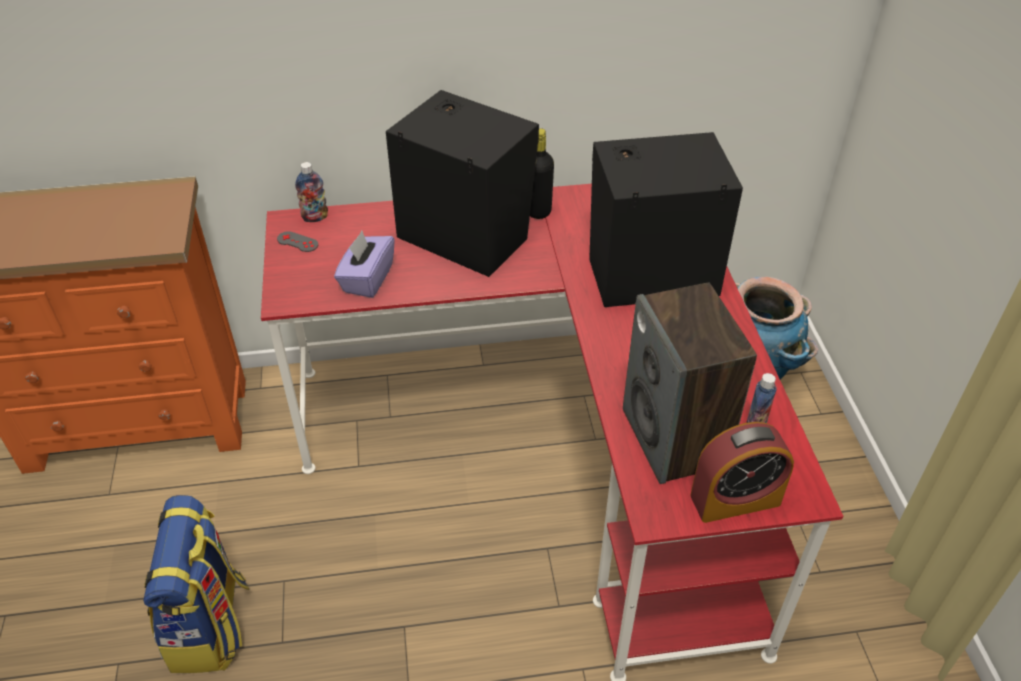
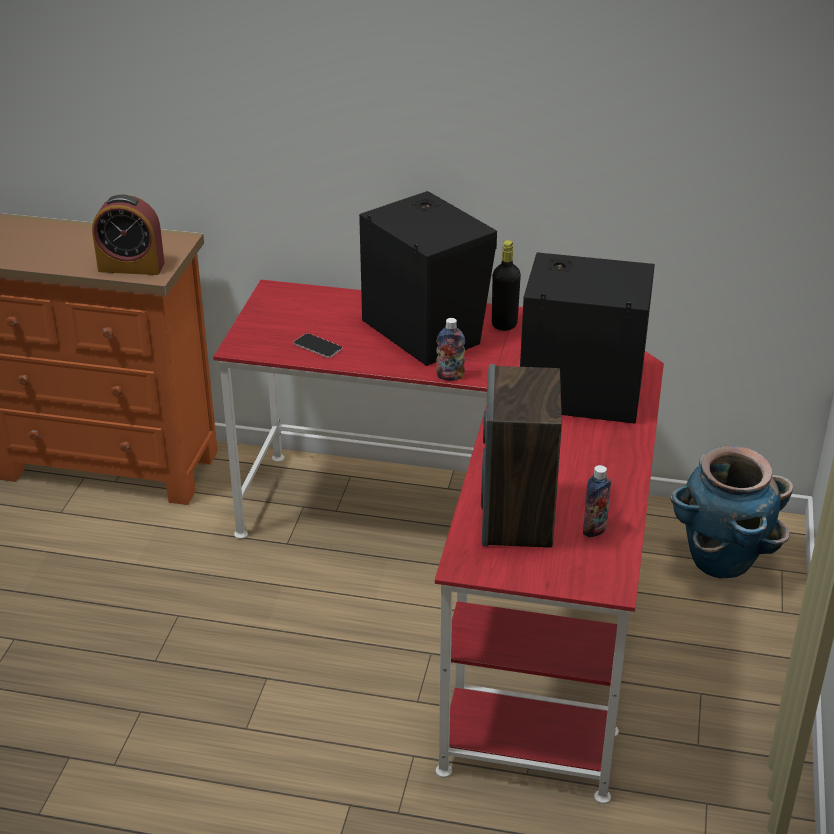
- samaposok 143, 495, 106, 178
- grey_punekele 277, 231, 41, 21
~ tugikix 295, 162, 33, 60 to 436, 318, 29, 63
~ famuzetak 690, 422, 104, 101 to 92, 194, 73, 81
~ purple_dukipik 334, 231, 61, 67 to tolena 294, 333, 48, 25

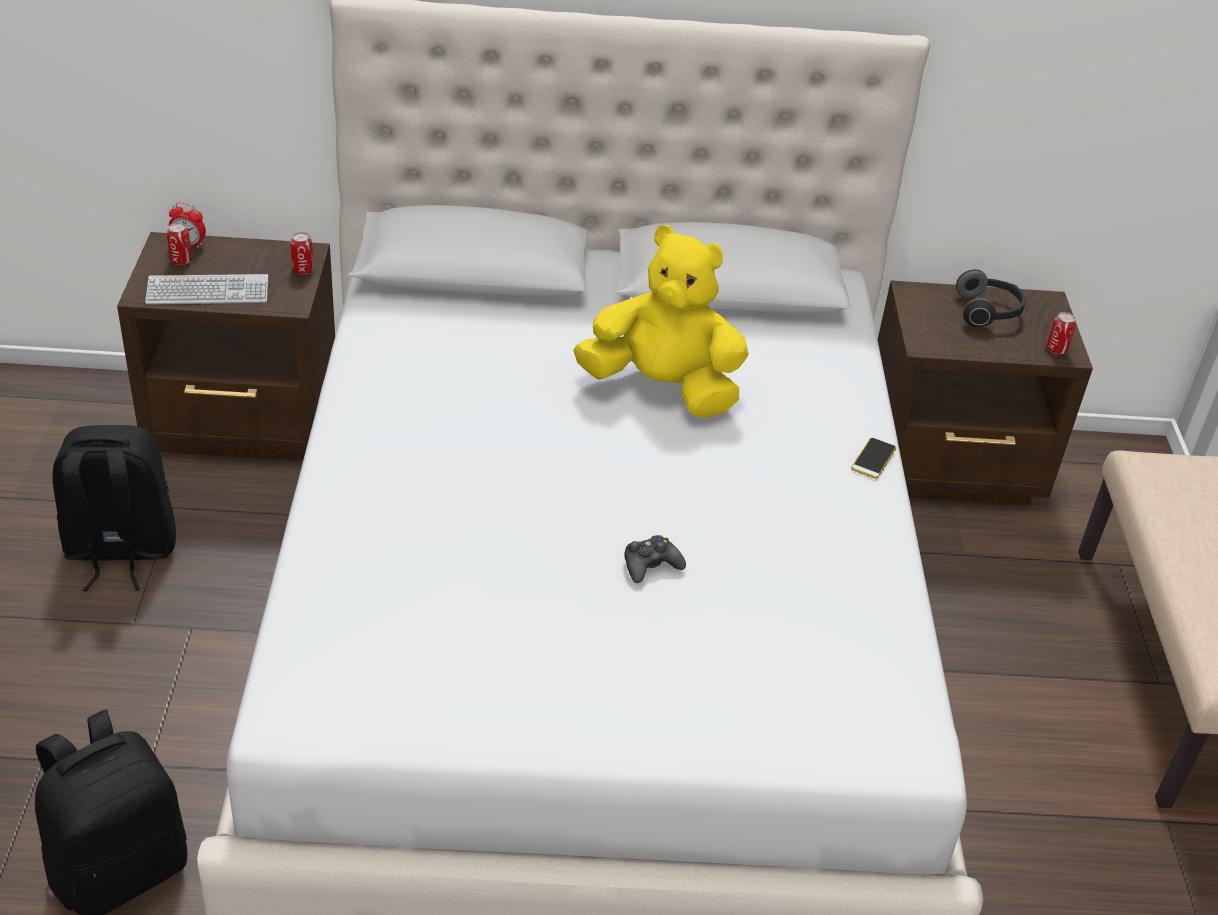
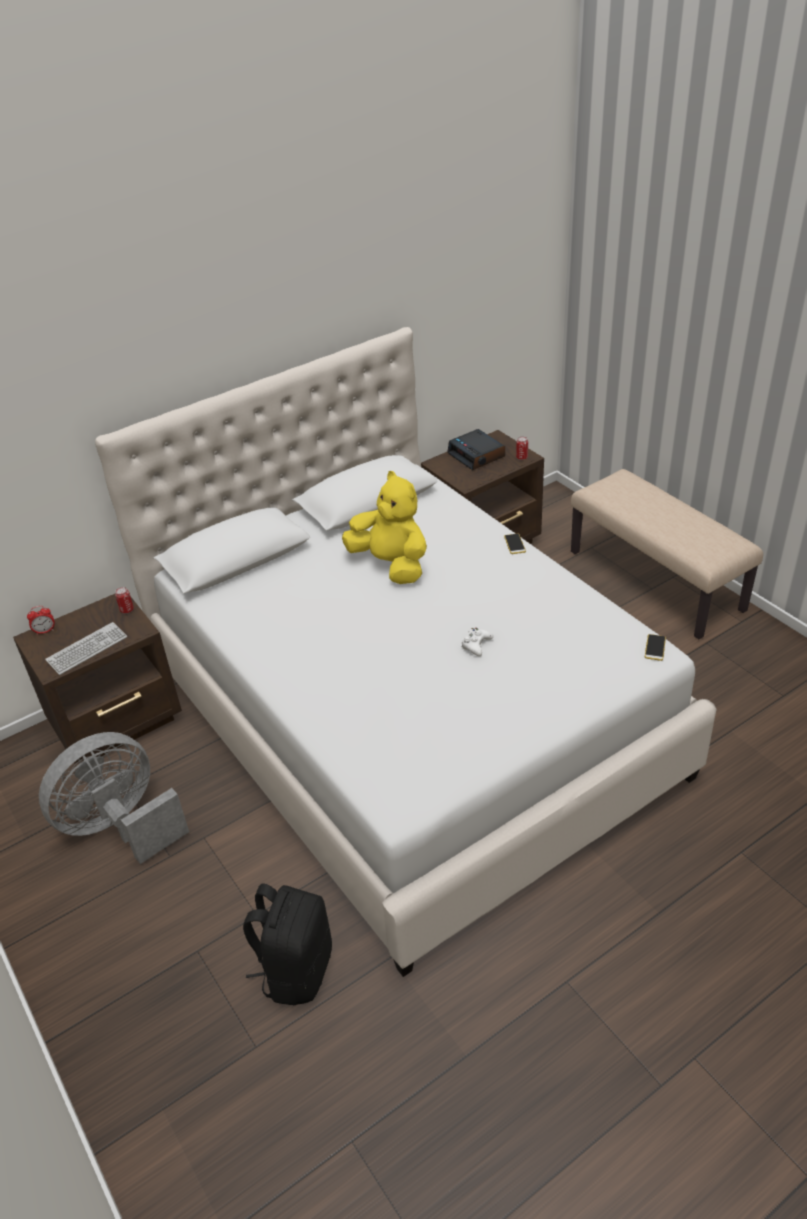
- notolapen 167, 223, 25, 42
+ tolena 645, 634, 21, 27
~ black_samaposok 52, 425, 124, 167 to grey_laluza 39, 732, 150, 132
~ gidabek 956, 269, 70, 58 to famuzetak 447, 429, 58, 41
~ black_punekele 624, 535, 62, 48 to white_punekele 461, 628, 32, 28
~ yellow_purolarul 573, 225, 176, 193 = 342, 471, 85, 113 60 degrees clockwise

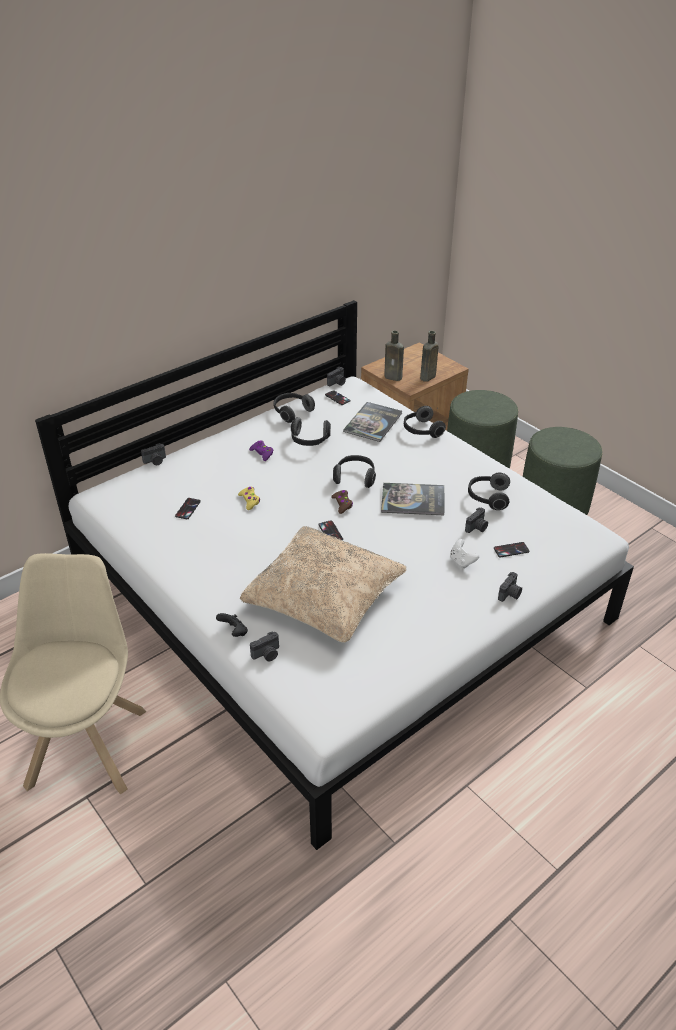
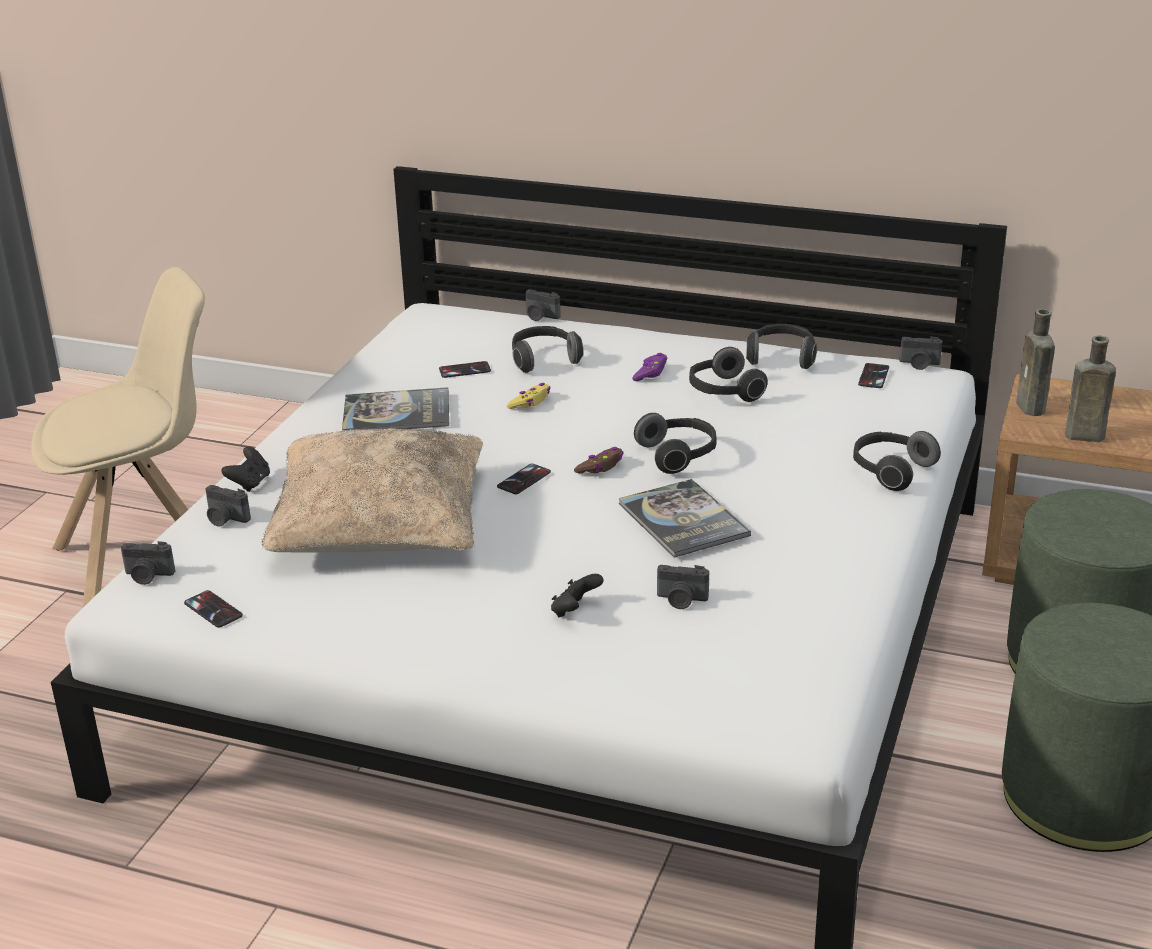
~ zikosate 343, 402, 59, 40 to 342, 387, 107, 44
~ gidabek 468, 473, 42, 37 to 512, 326, 71, 47
~ tolena 494, 542, 35, 15 to 184, 590, 59, 38
~ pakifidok 498, 572, 24, 30 to 121, 541, 54, 44
~ white_punekele 450, 539, 29, 30 to black_punekele 551, 574, 53, 43

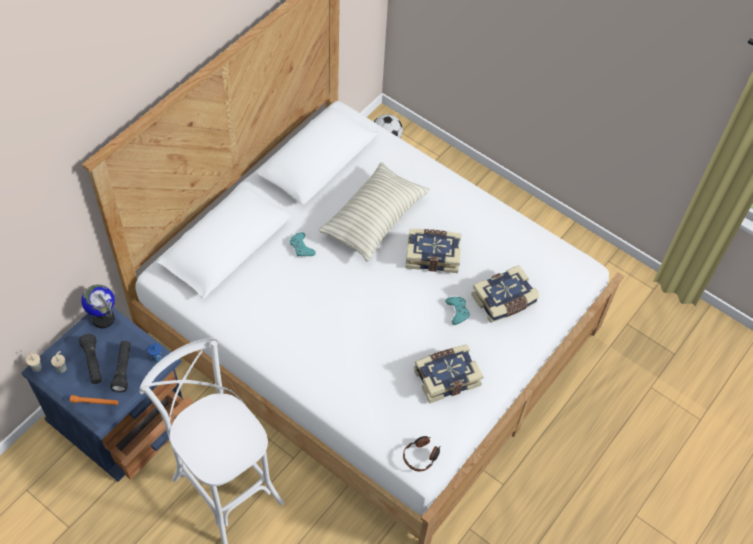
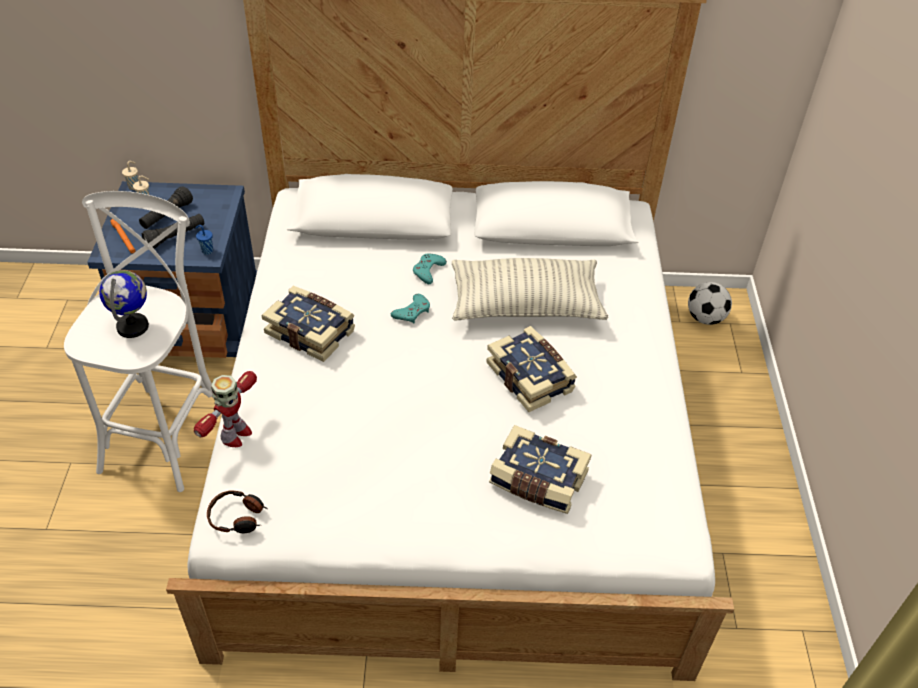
+ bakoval 194, 371, 63, 76
~ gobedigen 81, 284, 34, 44 to 99, 270, 50, 68
~ zikosate 414, 345, 69, 59 to 261, 286, 94, 76
~ turquoise_punekele 445, 297, 25, 28 to 391, 294, 39, 29

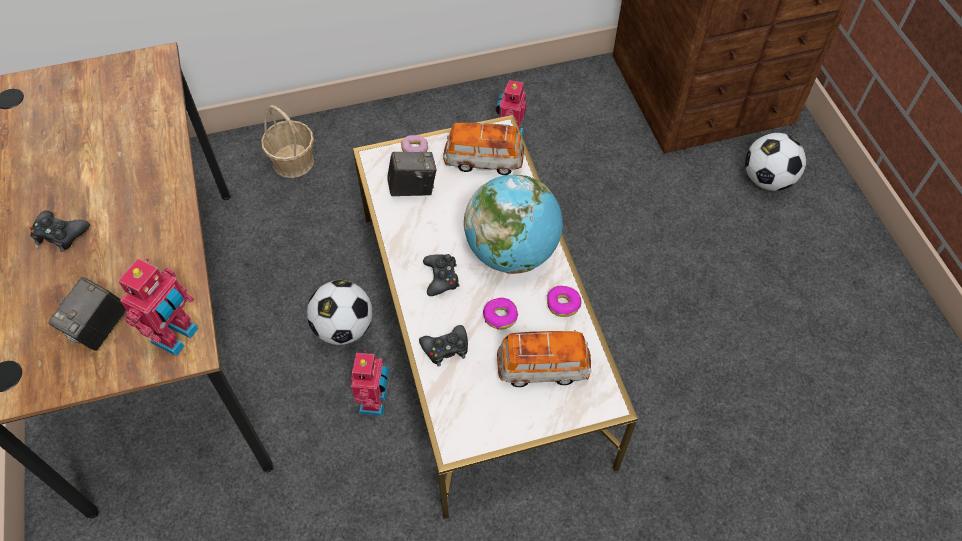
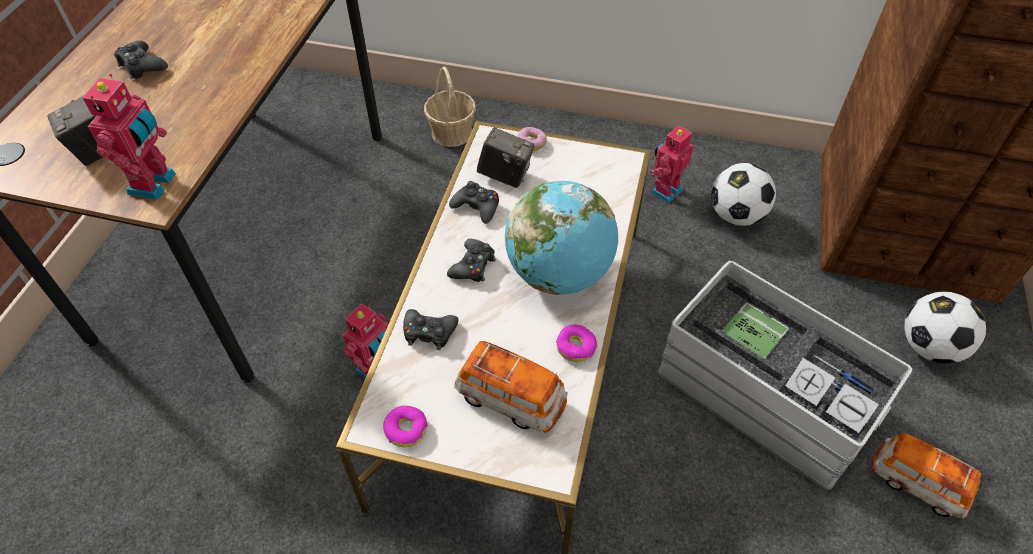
+ black_punekele 449, 181, 50, 43
+ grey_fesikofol 658, 261, 254, 229
~ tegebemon 307, 280, 65, 65 to 711, 163, 65, 63
~ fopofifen 443, 123, 81, 52 to 872, 433, 109, 86
~ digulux 483, 298, 35, 31 to 383, 406, 45, 41
~ bakoval 118, 259, 81, 97 = 82, 74, 94, 126 45 degrees counterclockwise

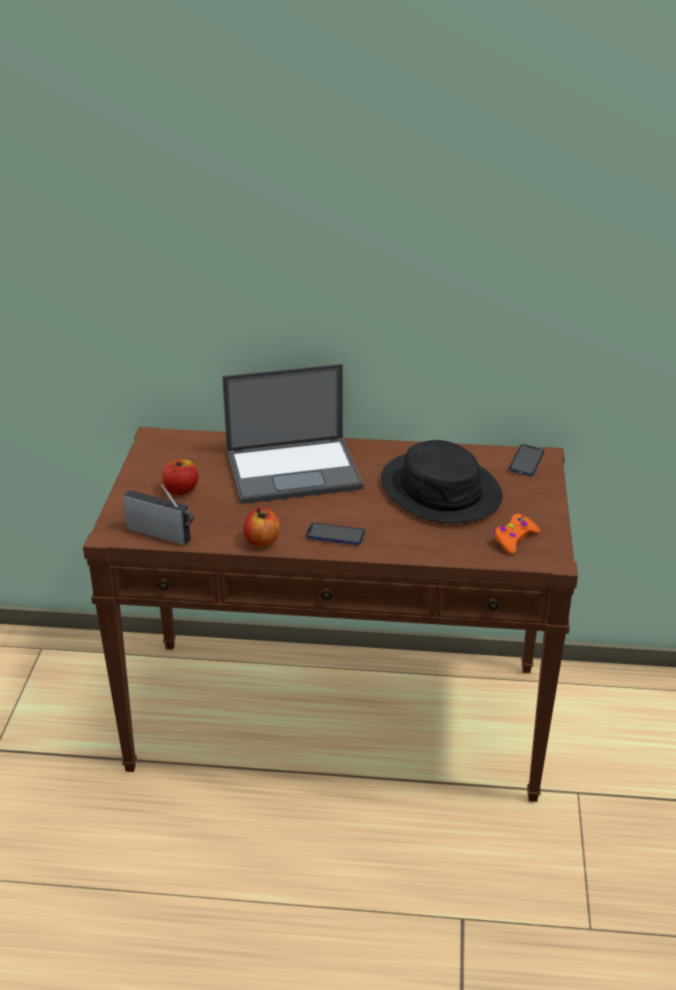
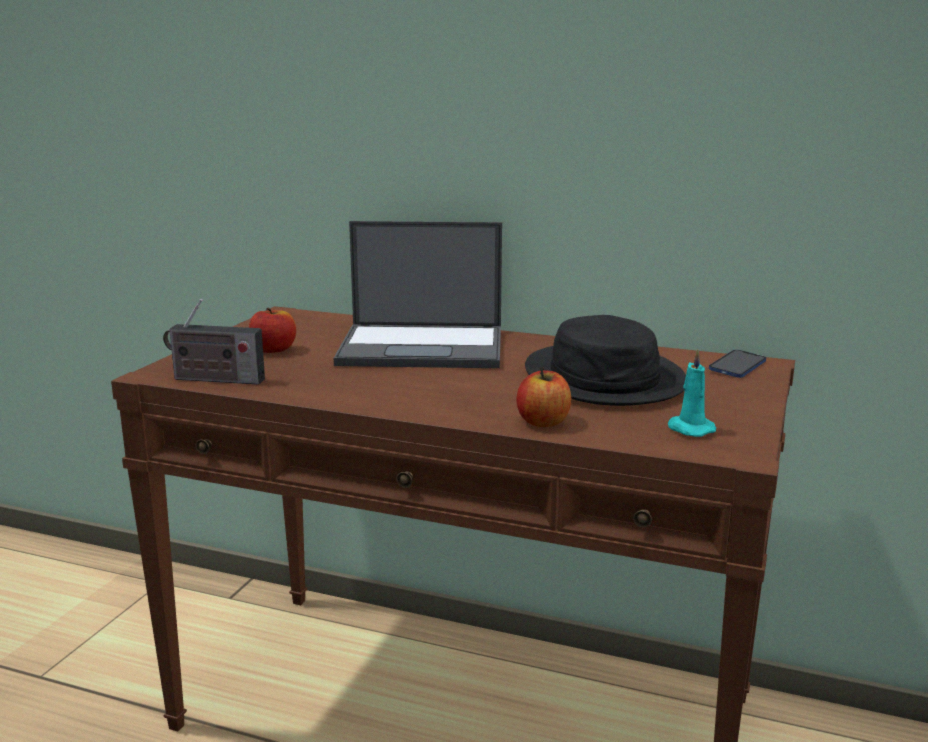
- tolena 306, 523, 59, 22
~ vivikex 243, 508, 37, 39 to 517, 367, 54, 60
~ orange_punekele 493, 514, 47, 41 to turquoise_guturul 668, 349, 48, 88
~ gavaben 123, 484, 71, 61 = 163, 299, 102, 86 150 degrees clockwise

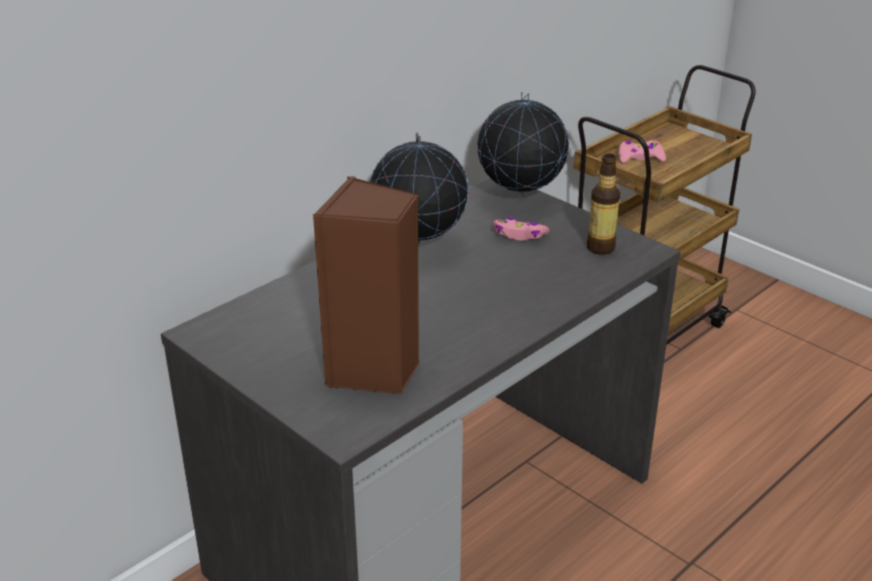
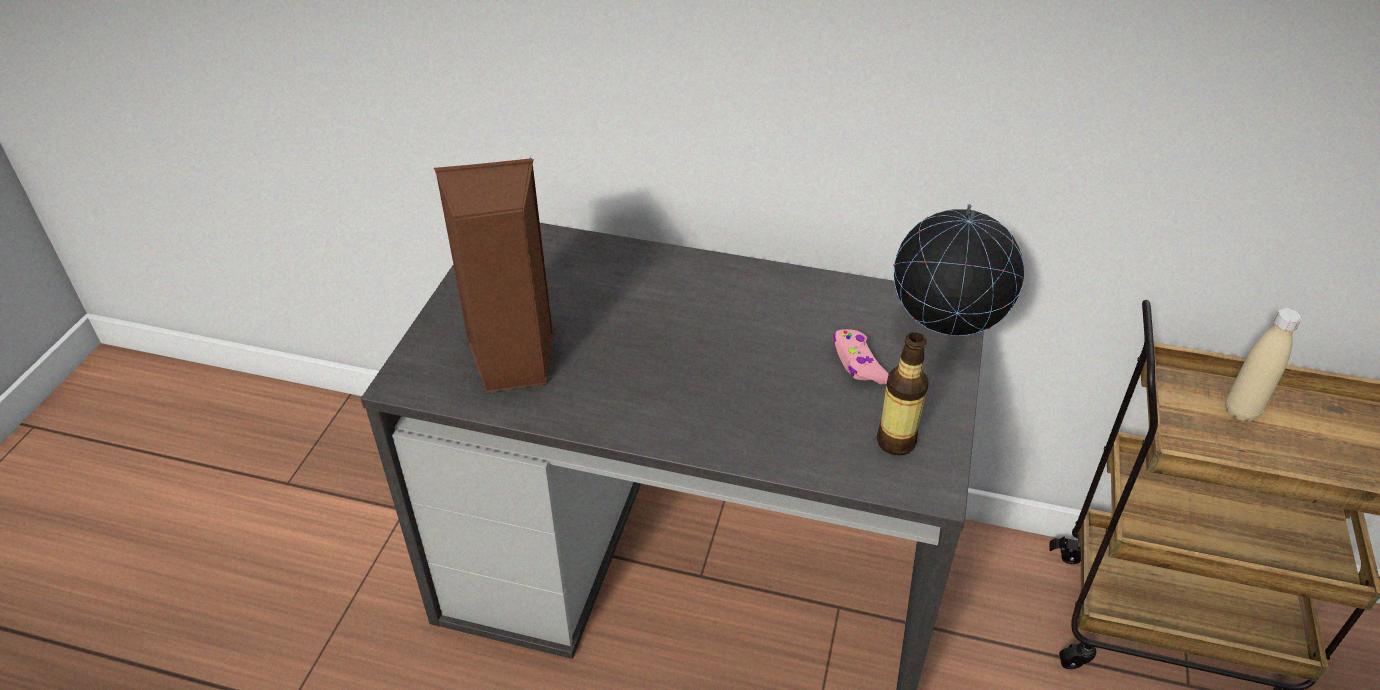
- gobedigen 370, 133, 99, 115
~ pink_punekele 619, 140, 47, 24 to beige_tugikix 1225, 308, 77, 114

